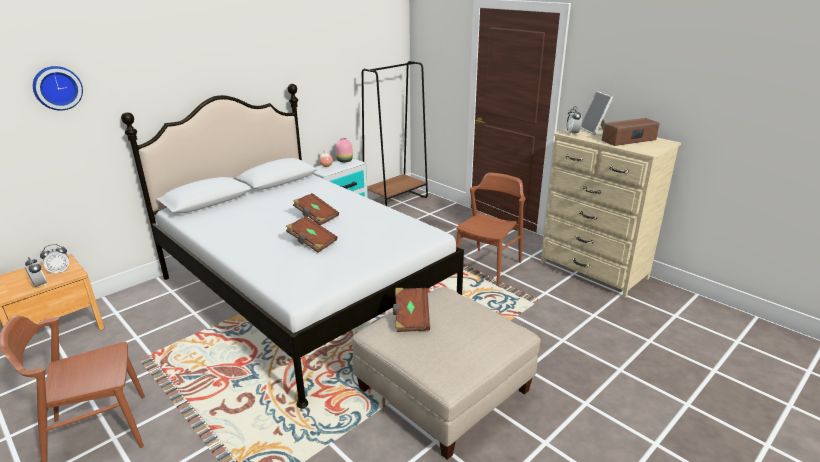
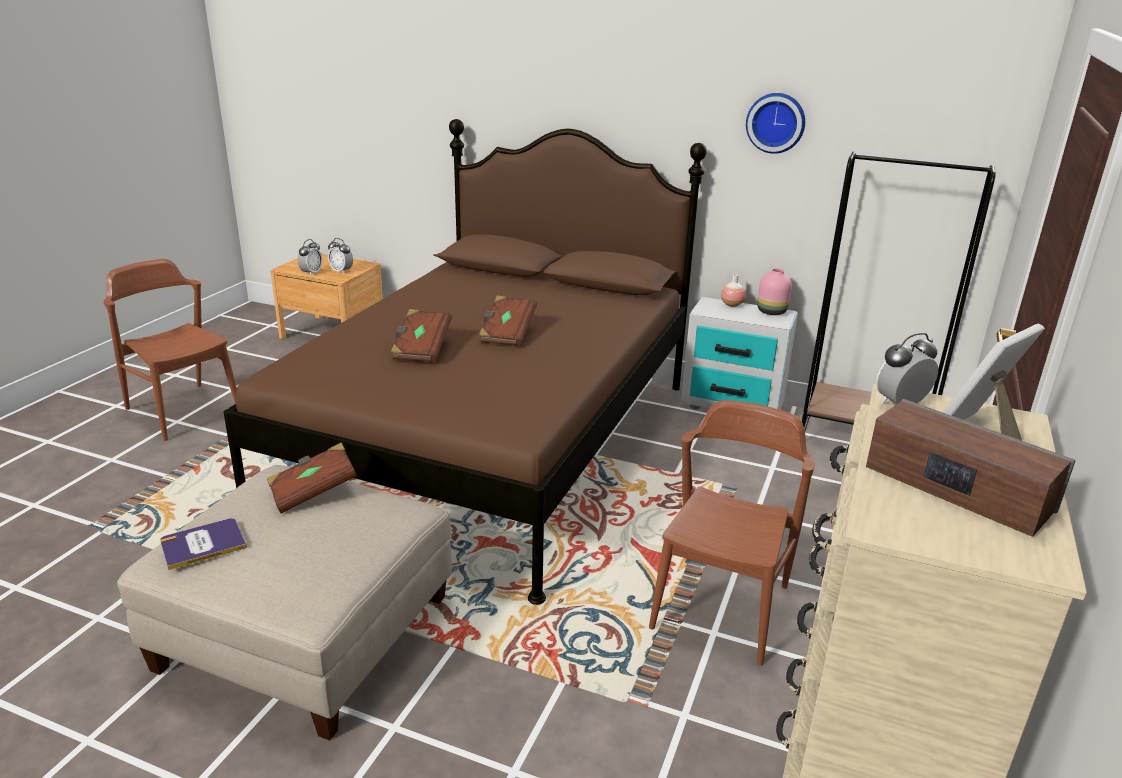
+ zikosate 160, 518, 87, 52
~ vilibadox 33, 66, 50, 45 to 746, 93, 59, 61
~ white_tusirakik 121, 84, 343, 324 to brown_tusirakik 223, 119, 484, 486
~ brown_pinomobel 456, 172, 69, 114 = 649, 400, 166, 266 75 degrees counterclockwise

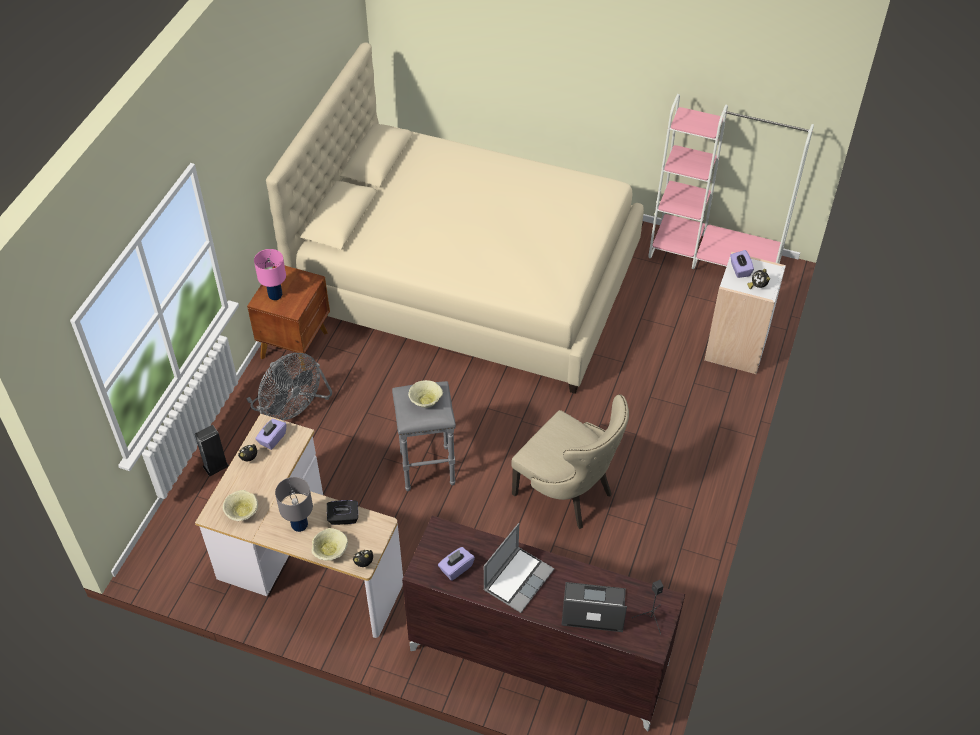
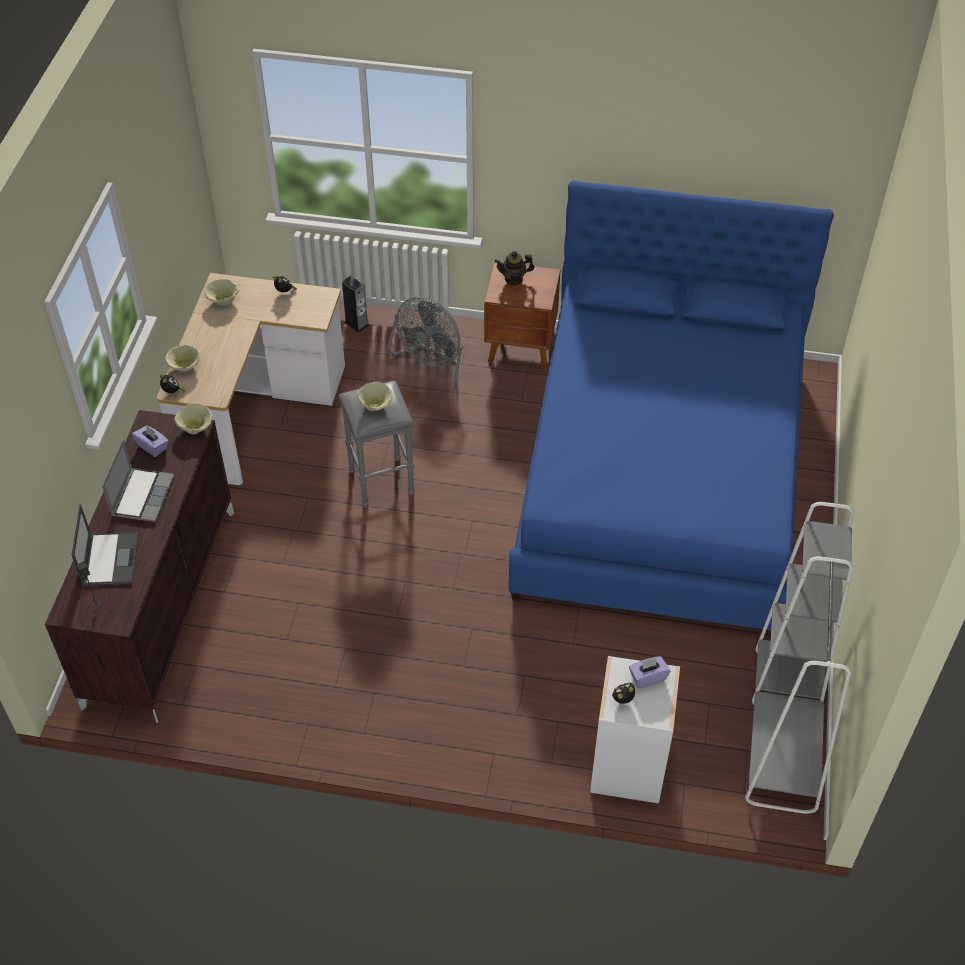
- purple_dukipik 255, 419, 32, 31
- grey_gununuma 275, 477, 38, 55
- black_dukipik 327, 500, 31, 25
- beige_pinomobel 511, 394, 118, 135
+ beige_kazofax 174, 403, 38, 31
~ pink_gununuma 254, 249, 32, 51 to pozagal 495, 251, 39, 34
~ beige_tusirakik 266, 43, 378, 351 to blue_tusirakik 509, 180, 325, 457
~ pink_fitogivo 648, 94, 166, 175 to grey_fitogivo 745, 502, 109, 312
~ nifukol 483, 523, 71, 90 = 102, 439, 72, 83 105 degrees counterclockwise

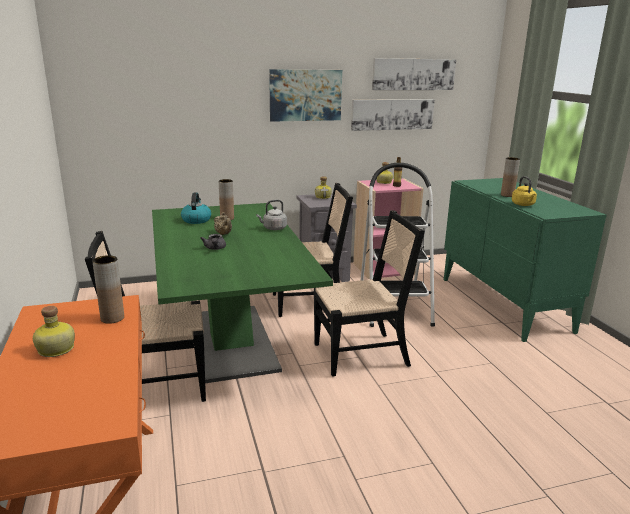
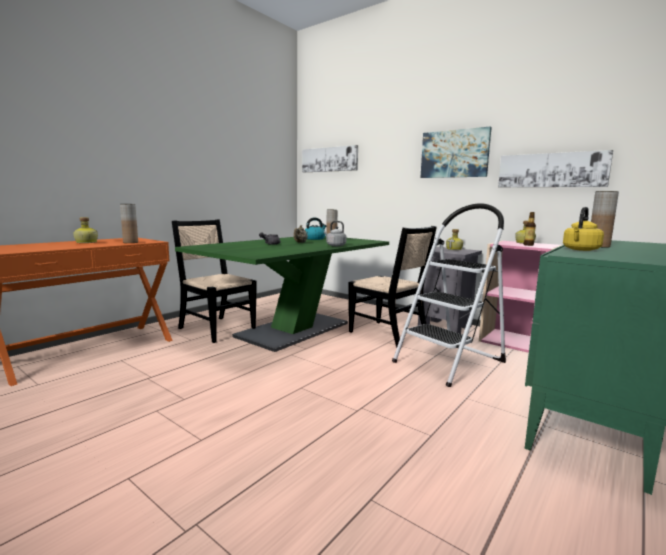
- pinomobel 314, 210, 111, 167
~ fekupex 372, 58, 84, 32 to 302, 145, 56, 27

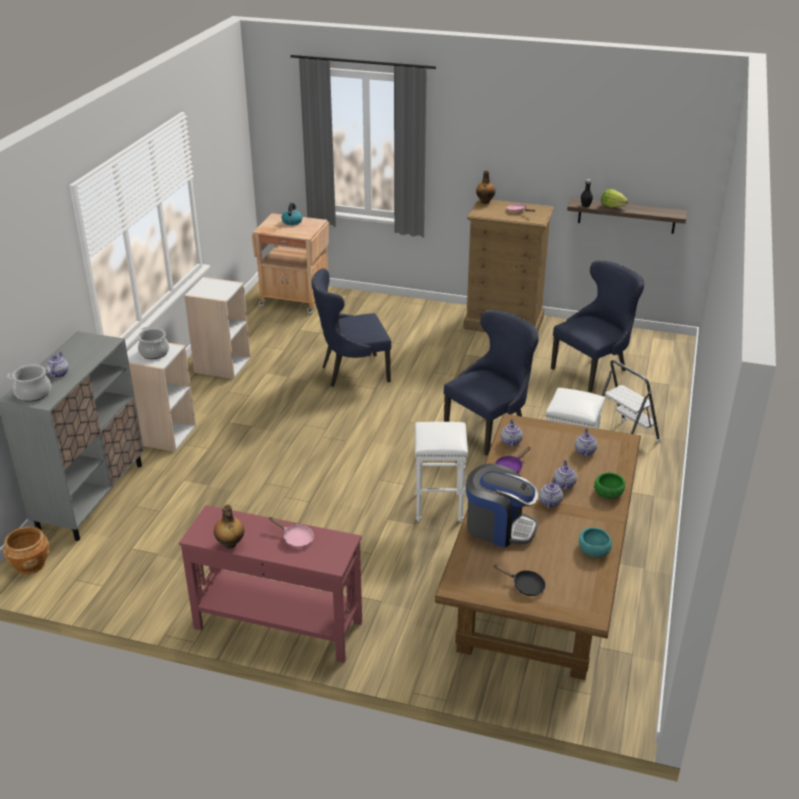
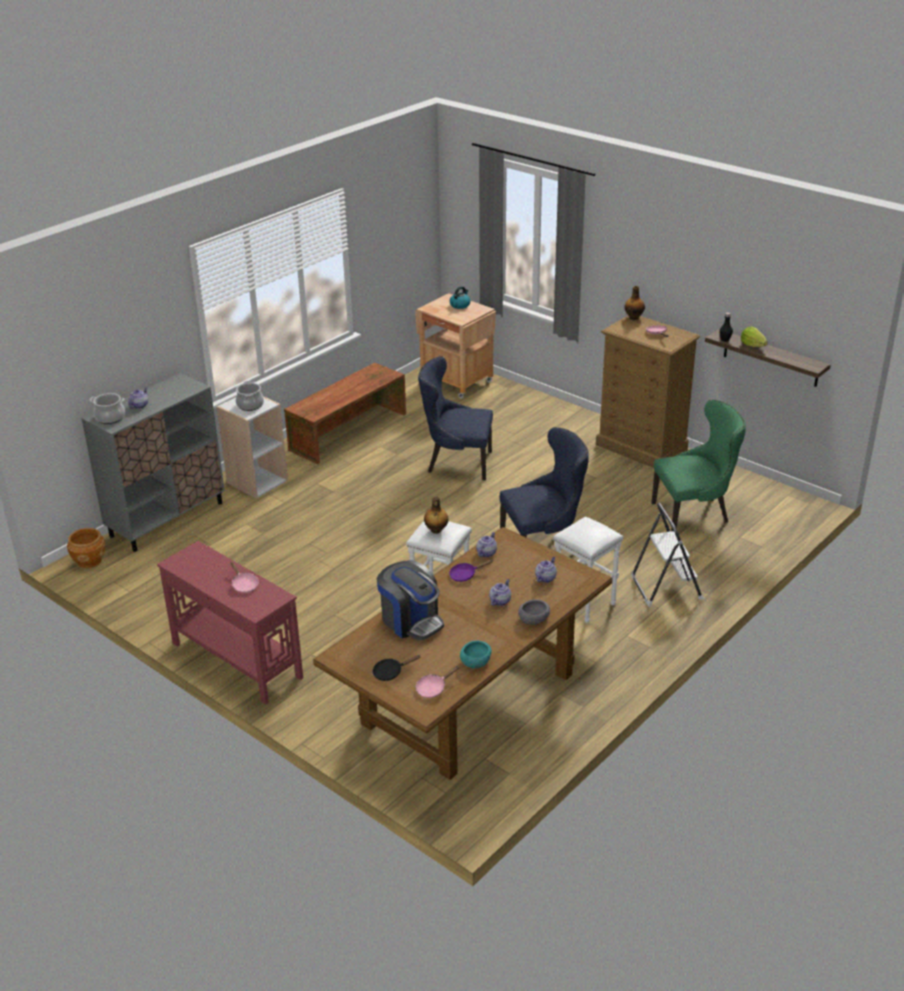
- pozagal 539, 478, 24, 30
+ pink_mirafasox 415, 666, 44, 32
~ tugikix 214, 504, 30, 45 to 424, 496, 24, 38
~ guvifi 184, 277, 67, 102 to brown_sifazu 284, 363, 122, 101
~ blue_pinomobel 551, 260, 93, 132 to green_pinomobel 652, 400, 94, 131
~ green_kazofax 594, 472, 31, 27 to grey_kazofax 518, 599, 32, 26
~ black_mirafasox 493, 564, 53, 32 = 373, 655, 48, 26 105 degrees clockwise

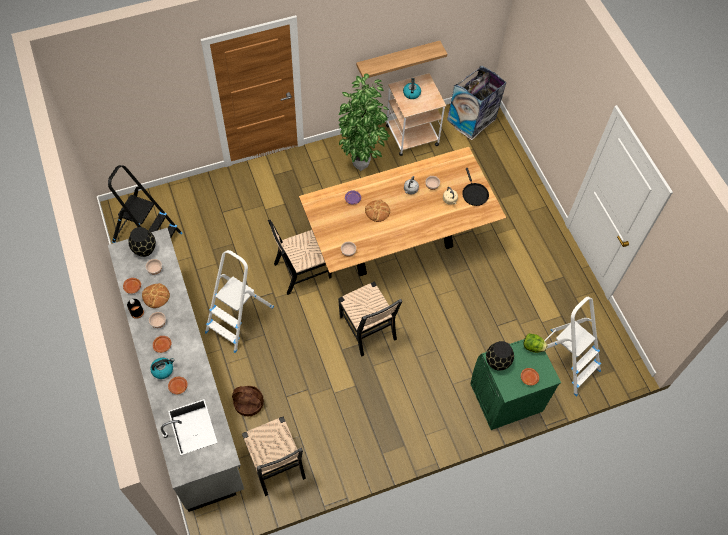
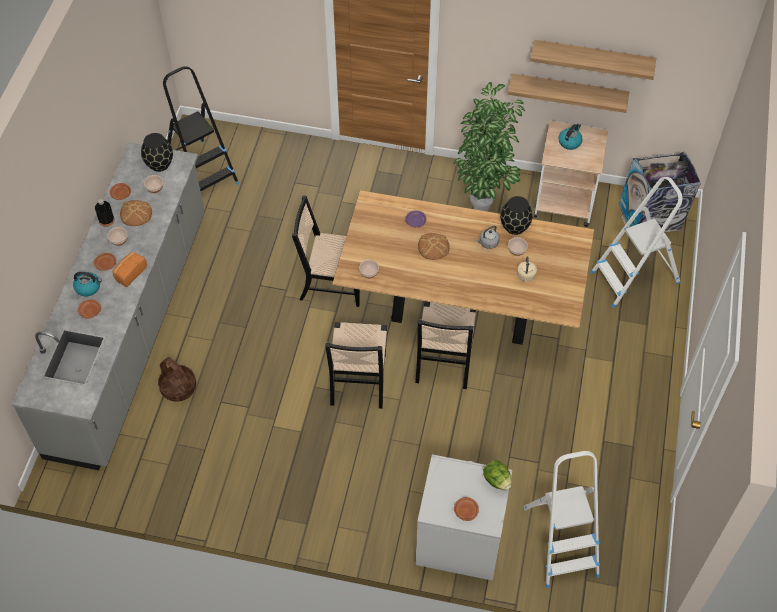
- black_mirafasox 462, 168, 27, 38
+ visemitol 112, 252, 35, 35
+ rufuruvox 530, 40, 126, 40
~ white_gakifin 205, 250, 69, 103 to 590, 177, 92, 131
~ pinomobel 242, 416, 64, 80 to 415, 301, 61, 88
~ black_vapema 486, 341, 28, 30 to 500, 196, 33, 39
~ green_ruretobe 471, 339, 90, 91 to white_ruretobe 415, 454, 97, 127

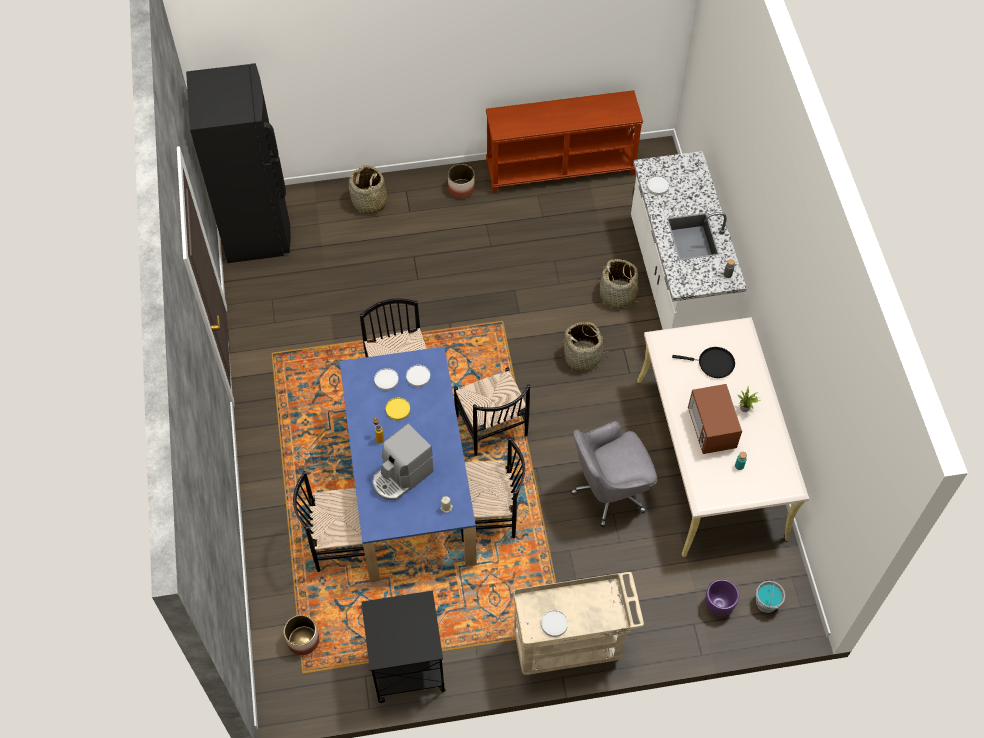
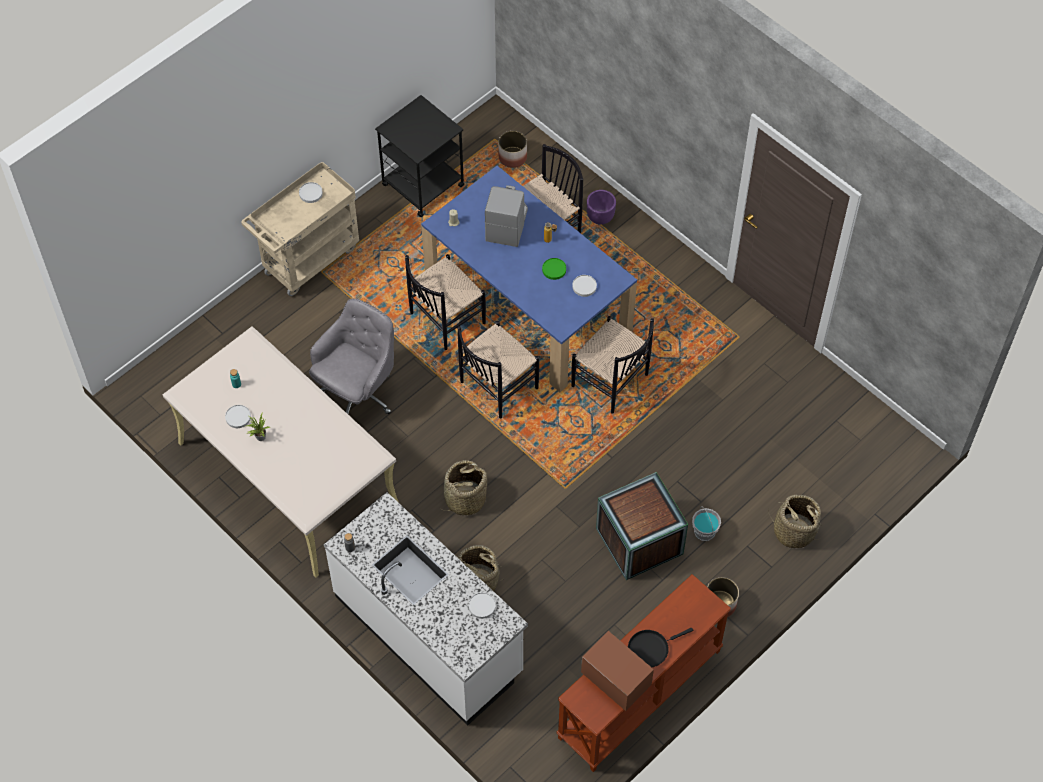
- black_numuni 186, 63, 105, 200
+ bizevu 596, 472, 92, 108
~ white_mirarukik 406, 365, 24, 22 to 225, 405, 26, 23
~ black_mirafasox 672, 347, 63, 31 to 628, 628, 65, 39
~ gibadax 688, 384, 54, 70 to 581, 631, 73, 80
~ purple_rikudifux 705, 579, 34, 37 to 587, 190, 29, 35
~ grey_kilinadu 756, 579, 29, 34 to 692, 507, 29, 34
~ yellow_mirarukik 386, 398, 24, 23 to green_mirarukik 542, 258, 24, 22
~ black_pinomobel 454, 367, 76, 89 = 458, 321, 81, 97 75 degrees counterclockwise

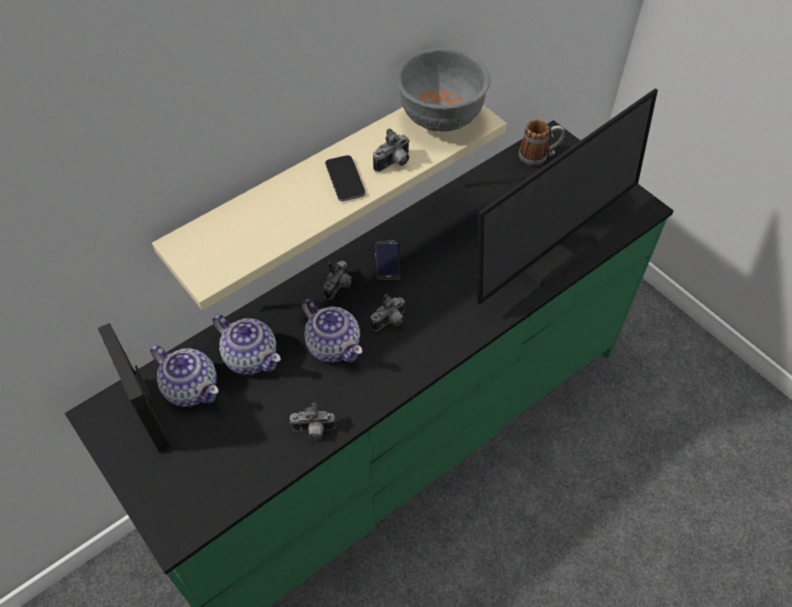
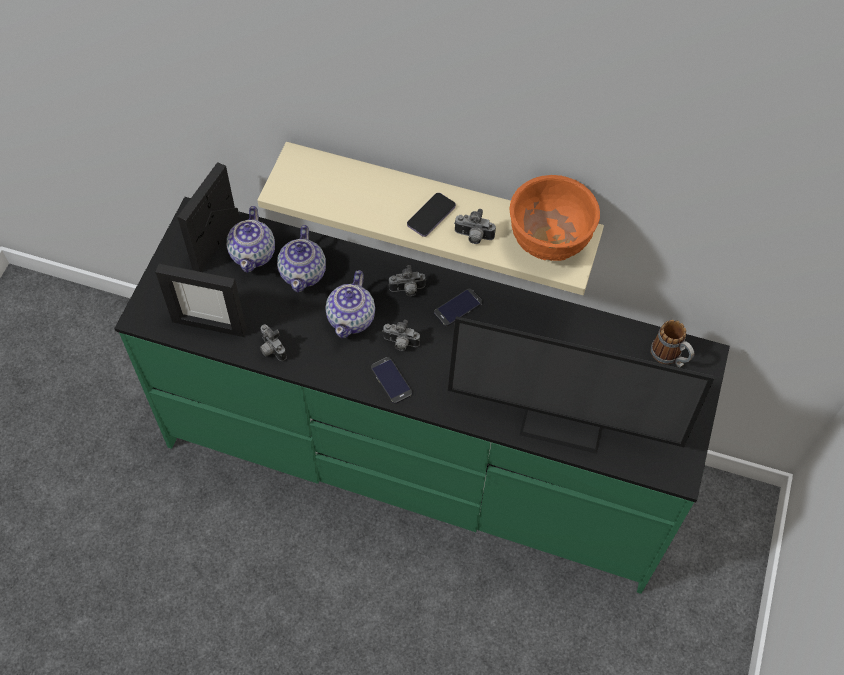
+ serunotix 155, 264, 92, 73
+ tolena 371, 357, 41, 46
~ grey_kazofax 396, 48, 94, 84 to orange_kazofax 510, 175, 90, 86

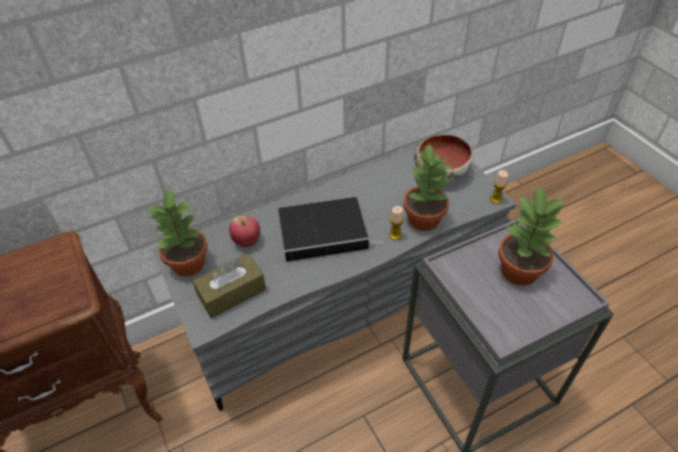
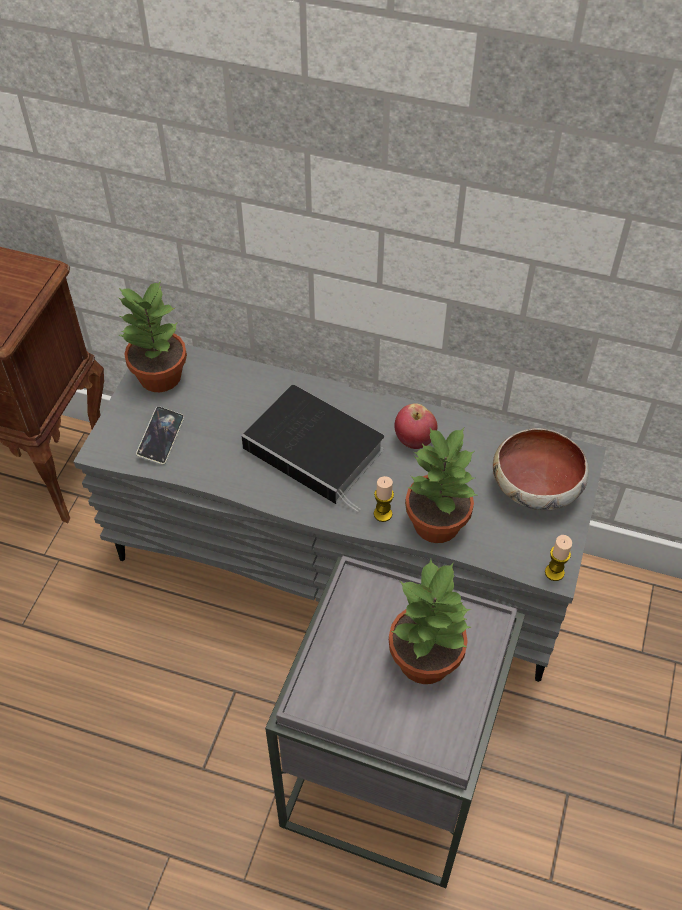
~ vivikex 229, 216, 31, 31 to 394, 403, 43, 46
~ brown_dukipik 192, 253, 74, 65 to tolena 136, 406, 48, 59

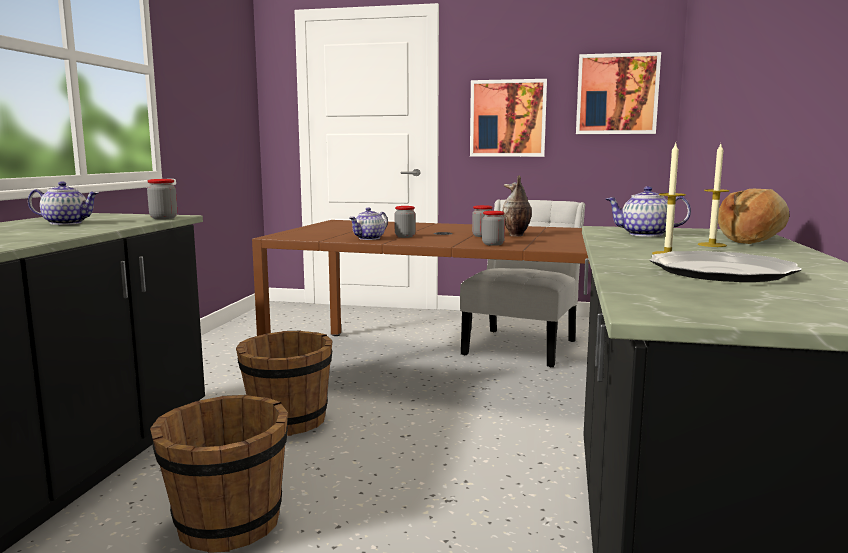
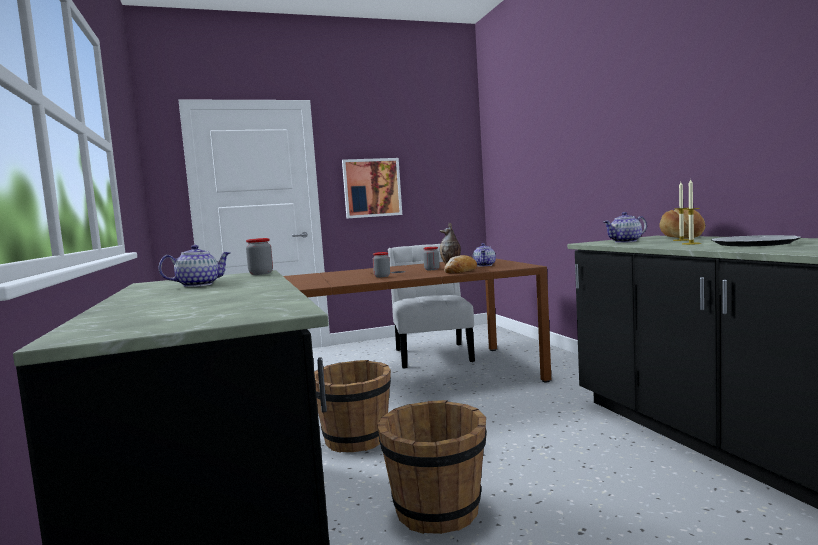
- fekupex 576, 52, 85, 82
~ pozagal 349, 207, 39, 33 to 473, 243, 23, 23
~ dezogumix 482, 211, 23, 35 to visemitol 444, 255, 33, 19

